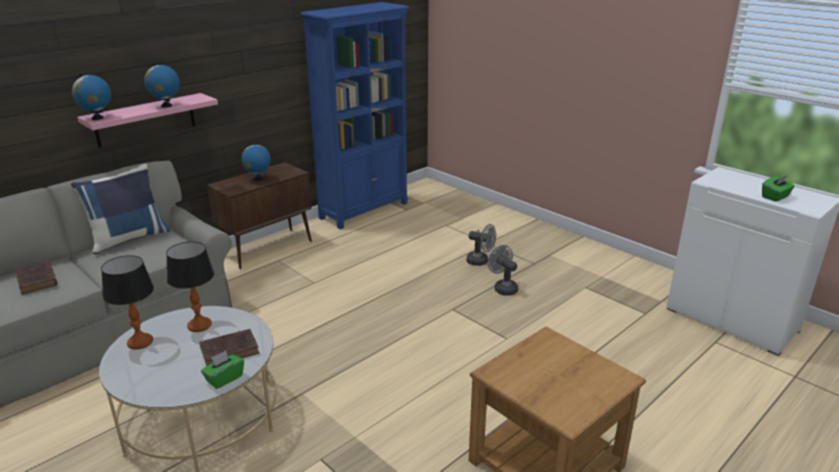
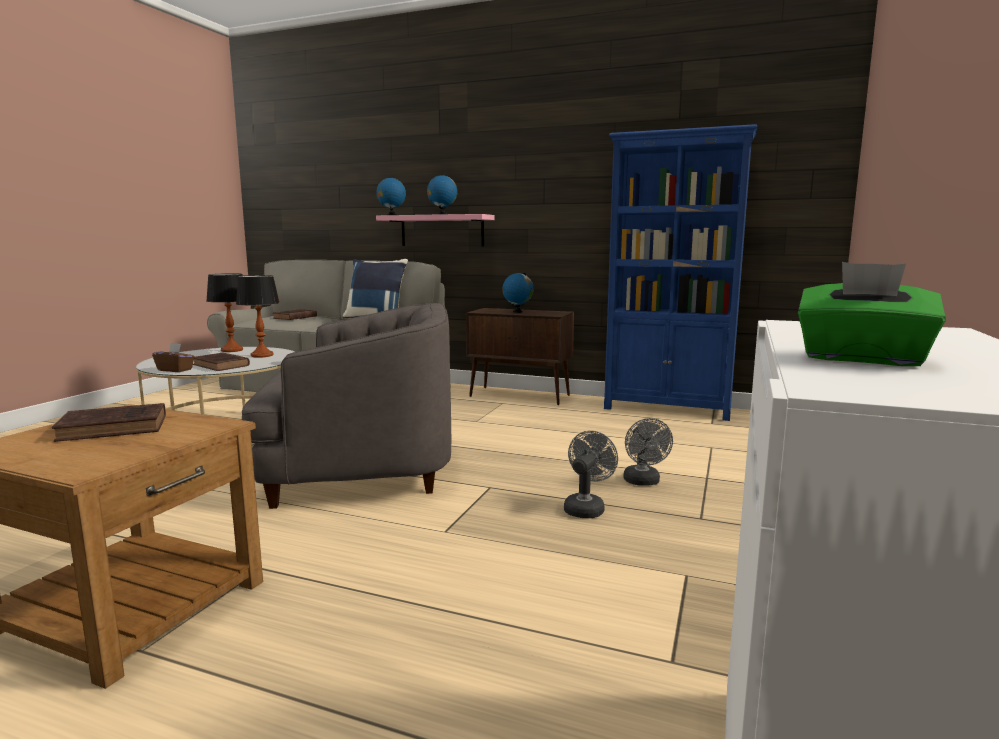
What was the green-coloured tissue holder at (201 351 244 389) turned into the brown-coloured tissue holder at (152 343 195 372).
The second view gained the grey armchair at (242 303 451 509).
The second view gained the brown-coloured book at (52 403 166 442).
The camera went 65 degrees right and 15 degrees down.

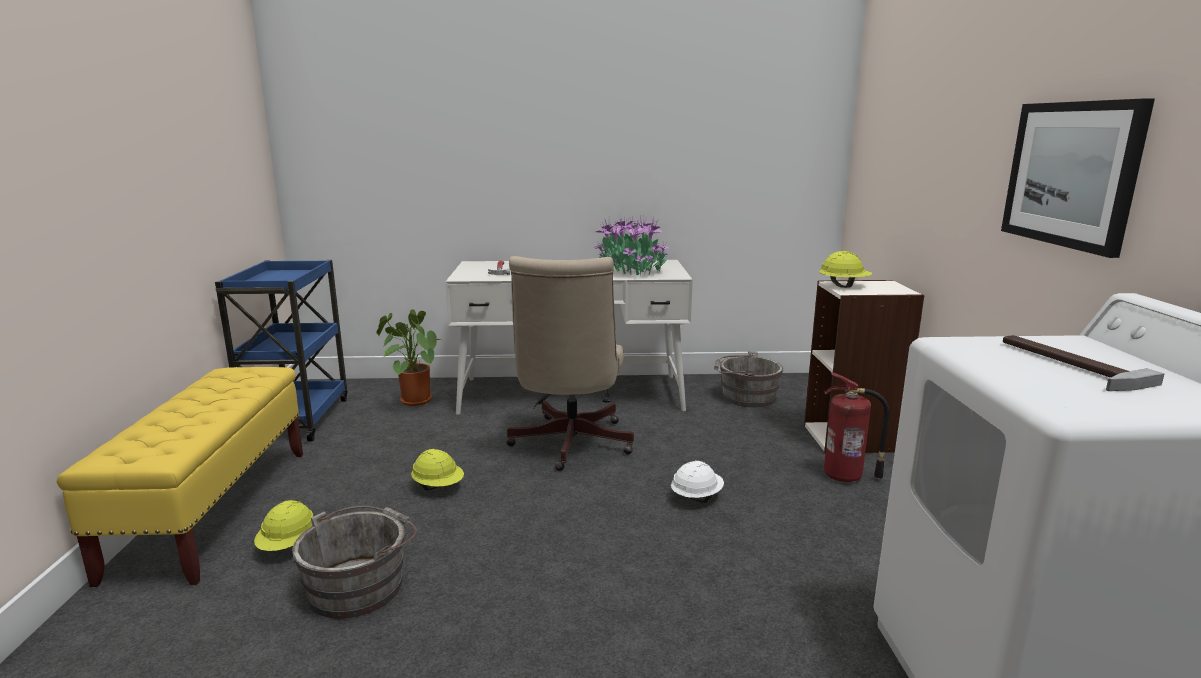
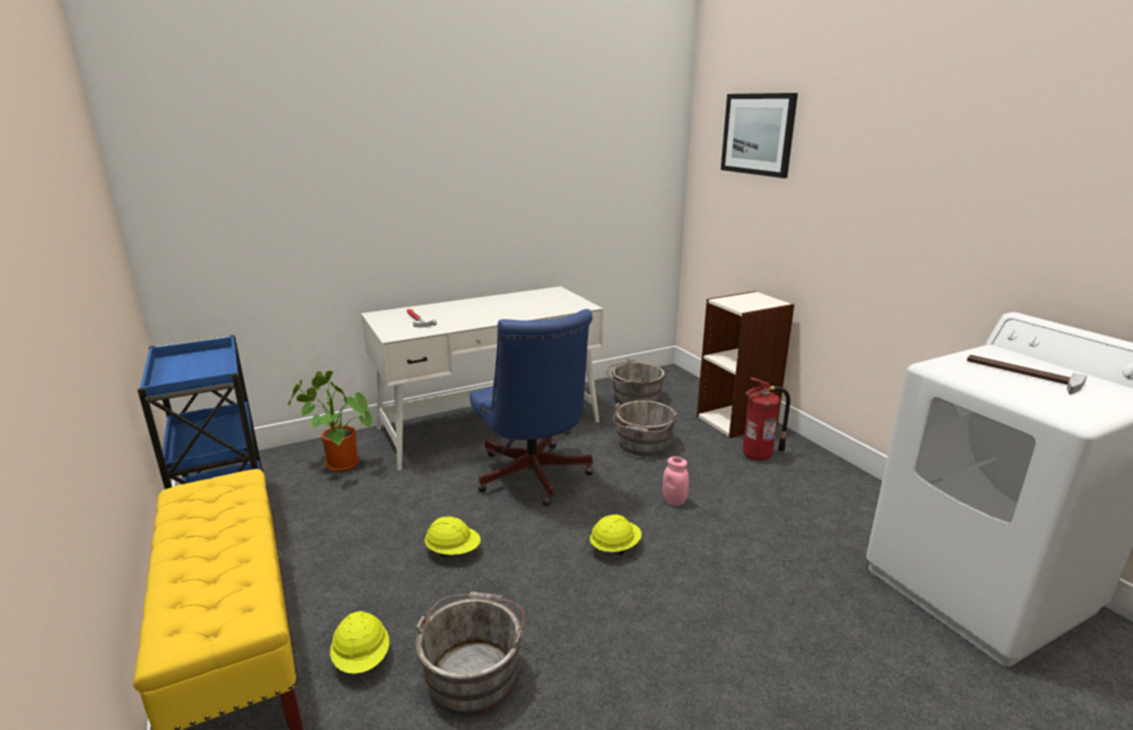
The wall art ended up elsewhere, having gone from (1001 98 1155 258) to (721 93 798 178).
The second view lost the houseplant at (594 215 669 275).
The yellow-coloured safety helmet ended up elsewhere, having gone from (819 251 872 288) to (590 514 642 555).
What was the beige office chair at (506 256 634 471) turned into the bluish office chair at (470 309 593 506).
Where the white-coloured safety helmet stood at (671 461 724 503), the pink jar came to stand at (662 456 689 506).
The second view gained the grey pail at (613 401 677 456).
The camera went 25 degrees left and 5 degrees up.

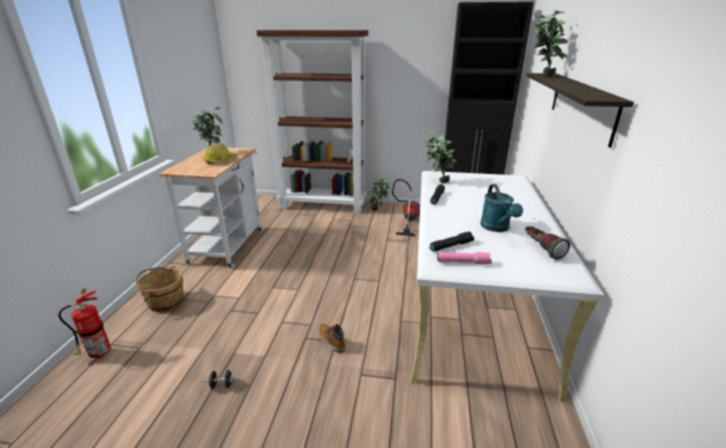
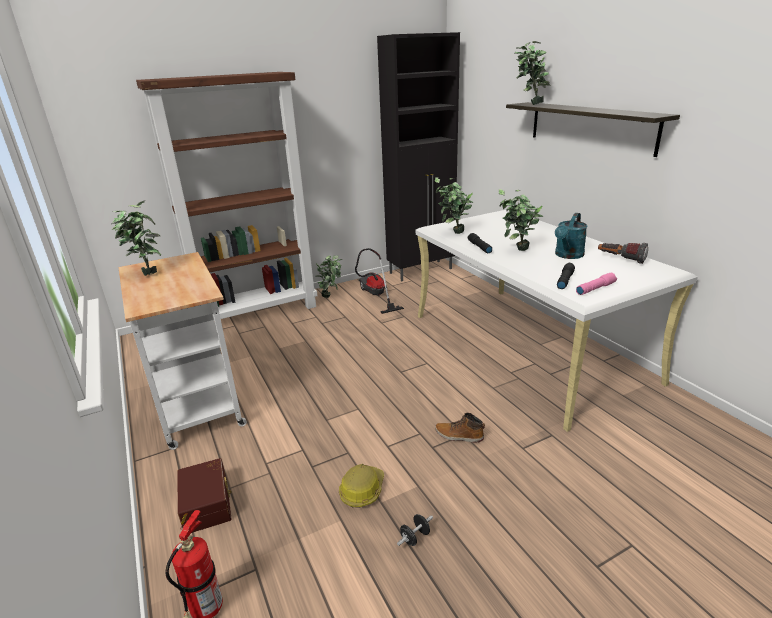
The safety helmet ended up elsewhere, having gone from (203 144 237 164) to (339 464 384 508).
The turquoise watering pot at (480 184 523 232) ended up facing another way, 75 degrees clockwise from before.
Where the brown-coloured pail stood at (135 266 184 312), the brown-coloured storage box came to stand at (177 458 232 533).
The second view gained the houseplant at (499 189 543 251).
The camera went 35 degrees left and 0 degrees up.

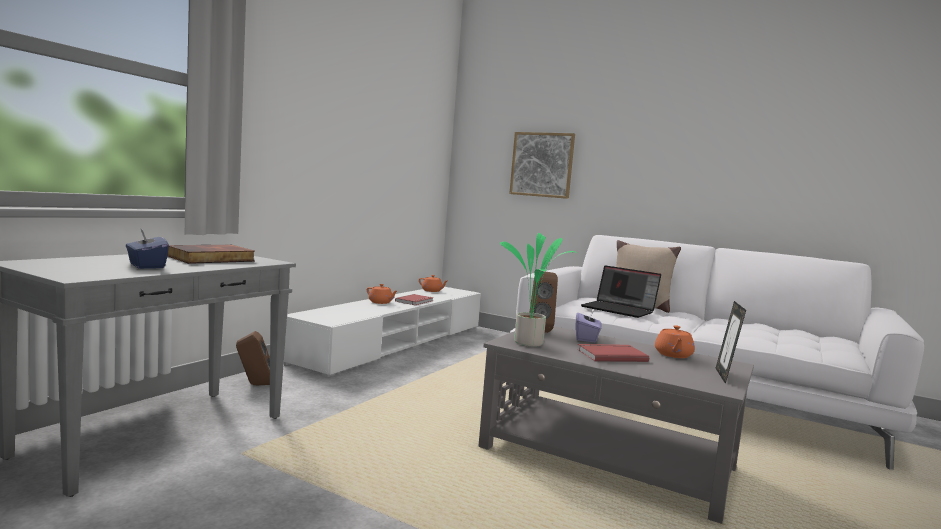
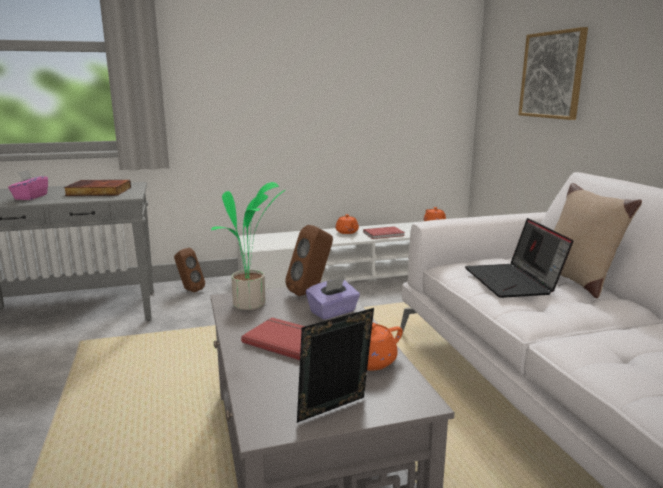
What was the bluish tissue holder at (126 228 169 269) turned into the pink tissue holder at (8 170 48 200).
The camera went 45 degrees right and 10 degrees up.

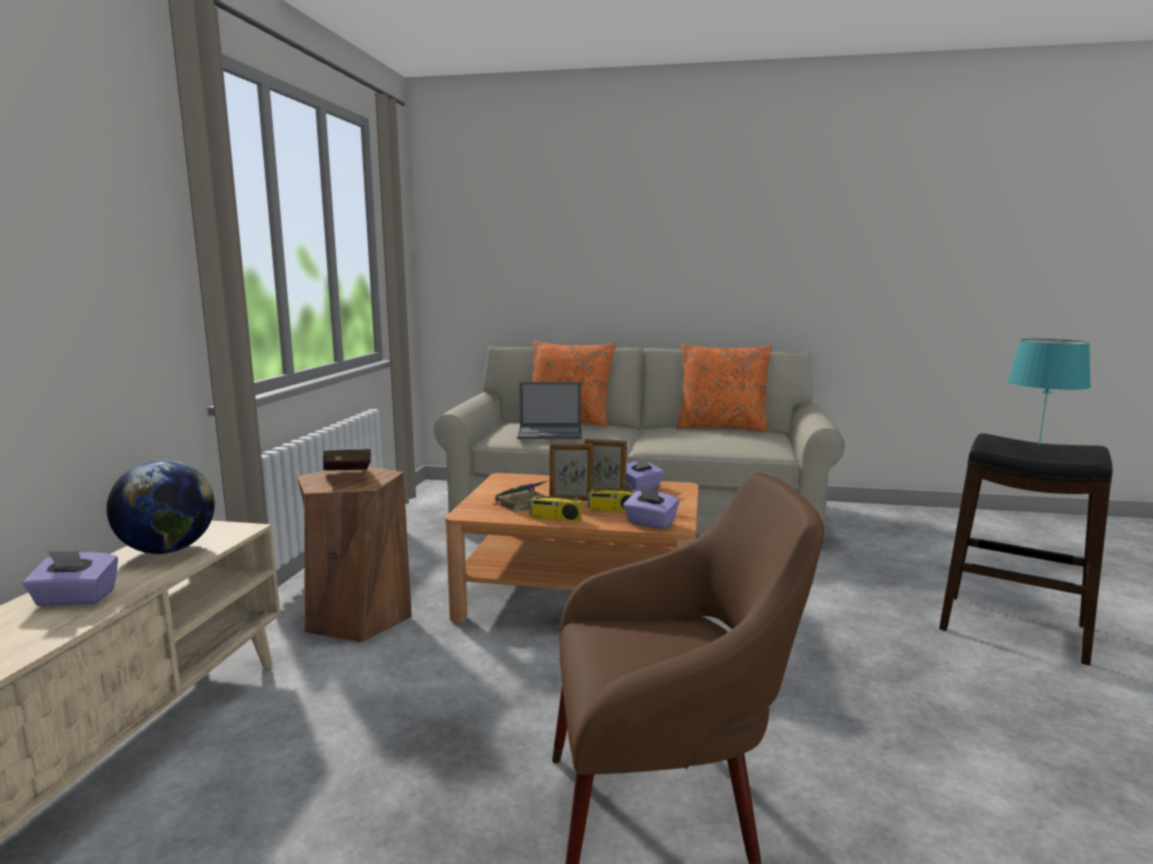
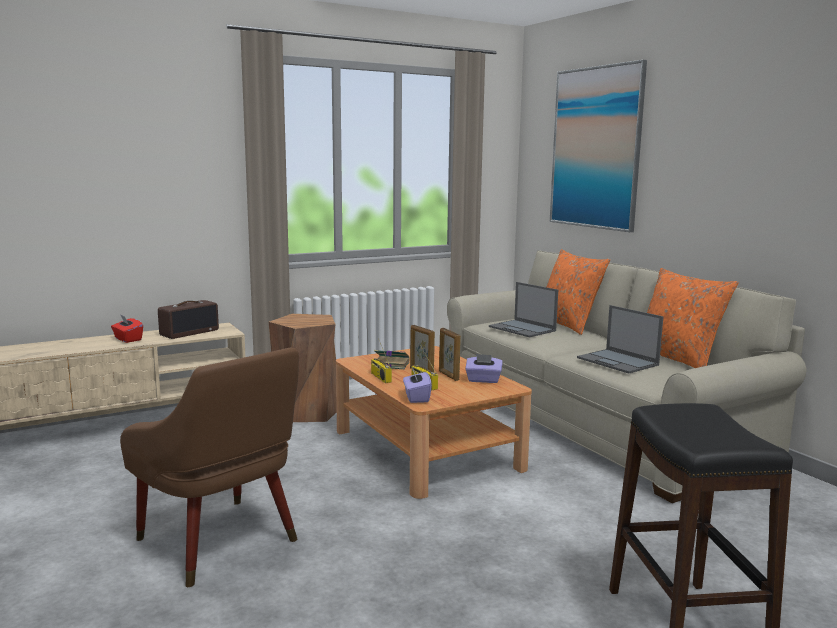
The second view lost the turquoise lamp for a table at (1008 339 1091 446).
The second view lost the red-coloured book at (323 449 371 471).
Where the world globe stood at (107 459 215 554), the radio came to stand at (158 300 219 339).
What was the purple-coloured tissue holder at (23 551 118 606) turned into the red-coloured tissue holder at (111 314 143 343).
The second view gained the wall art at (550 60 647 232).
The second view gained the notebook computer at (577 305 664 374).
The camera went 50 degrees right and 0 degrees up.

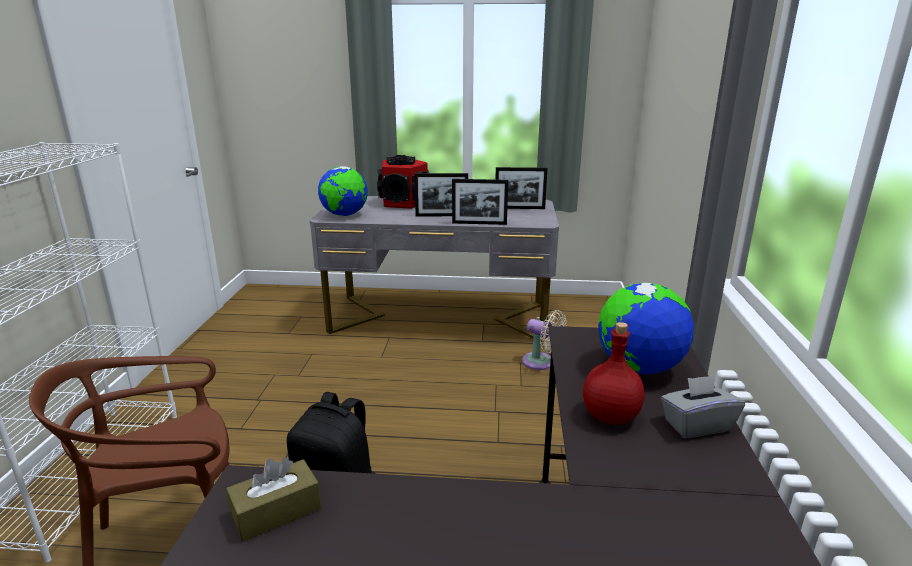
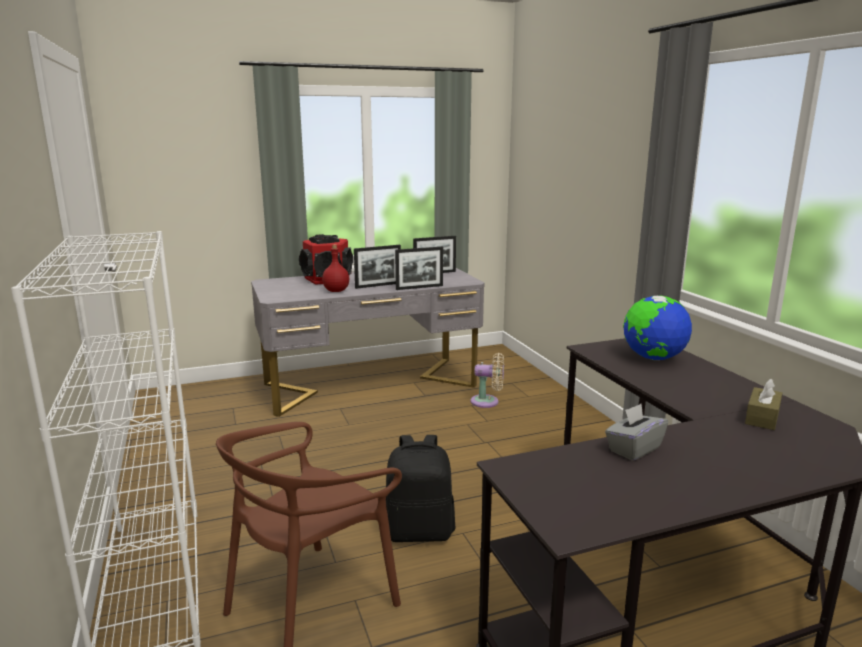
The second view lost the world globe at (318 166 368 216).
The red-coloured bottle ended up elsewhere, having gone from (583 322 644 425) to (322 244 349 292).
The grey tissue holder ended up elsewhere, having gone from (661 375 745 438) to (605 404 668 461).
The brown-coloured tissue holder ended up elsewhere, having gone from (226 457 321 542) to (745 379 782 430).
The camera went 25 degrees left and 5 degrees down.

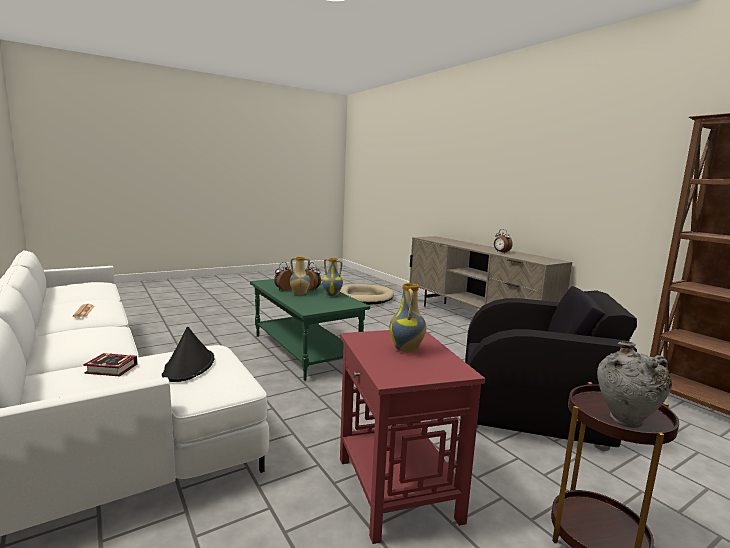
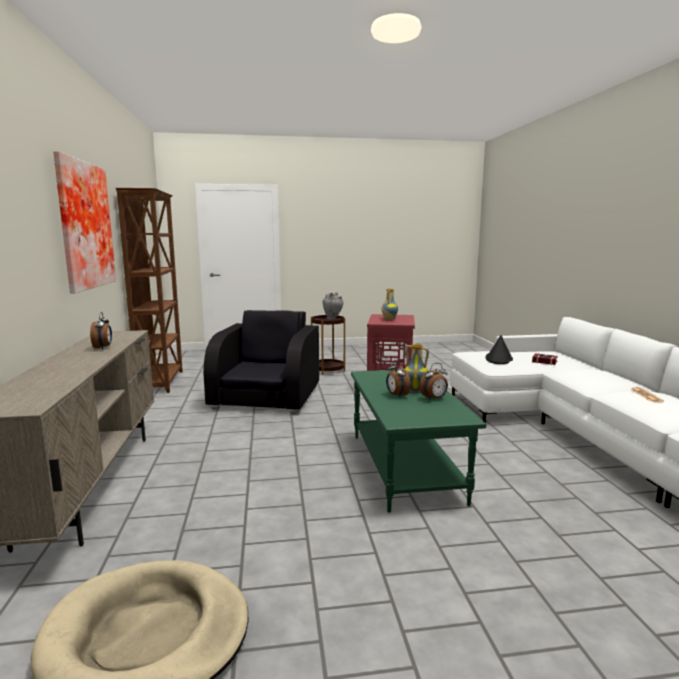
The second view lost the flower vase at (322 258 343 296).
The blackish armchair at (465 286 637 452) ended up facing another way, 60 degrees clockwise from before.
The second view gained the wall art at (53 151 116 294).
The camera went 155 degrees left and 0 degrees up.

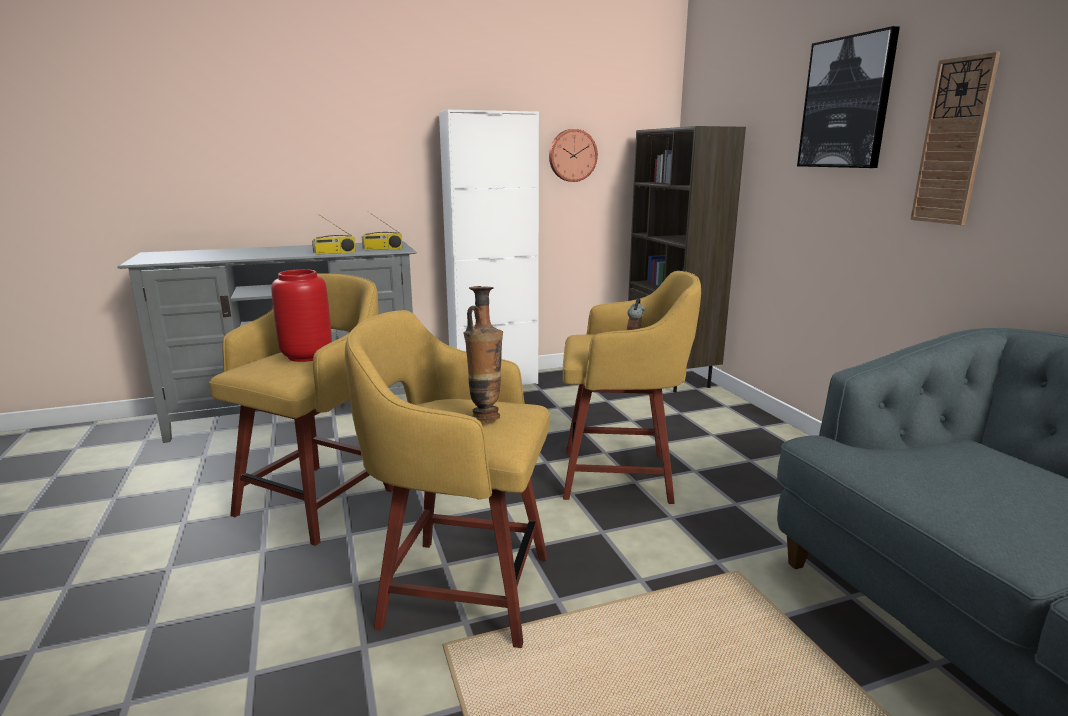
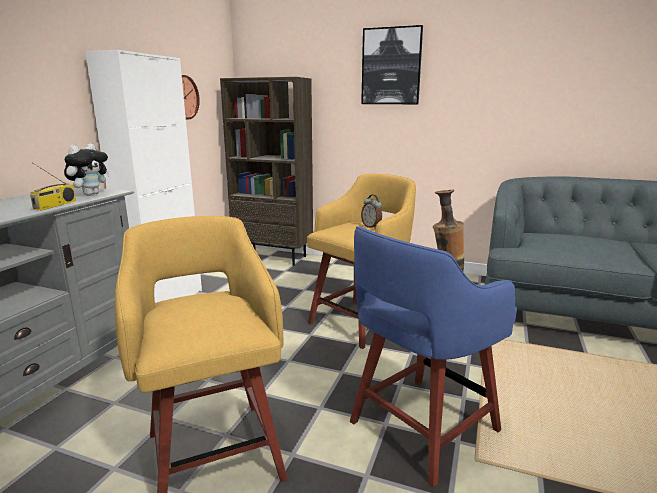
The second view lost the hanging clock at (910 52 1000 225).
Where the radio stood at (362 212 403 250), the soft toy came to stand at (64 143 109 196).
The second view lost the red-coloured flower vase at (271 269 332 362).
What was the yellow-coloured stool seat at (345 310 550 648) turned into the bluish stool seat at (350 226 517 487).
The camera went 50 degrees left and 0 degrees up.

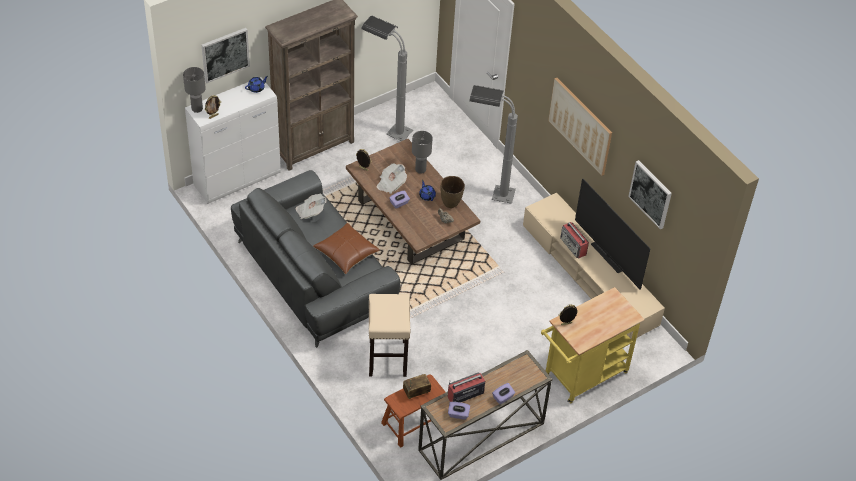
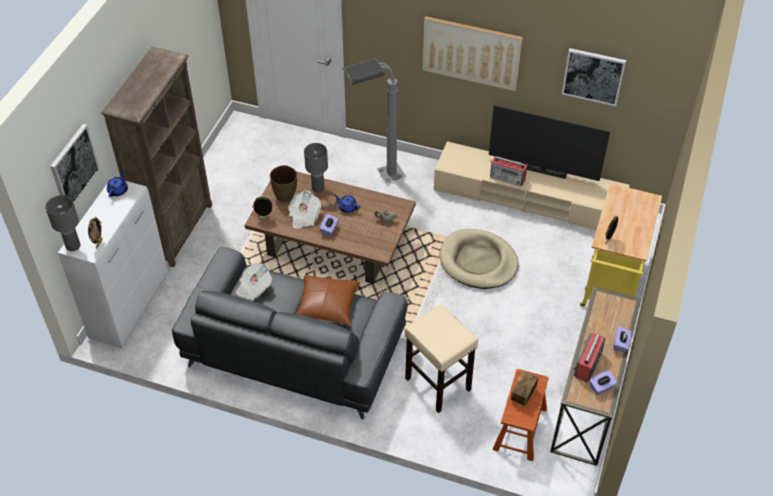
The second view lost the grey standing lamp at (361 16 413 141).
The brown-coloured flower vase ended up elsewhere, having gone from (441 176 465 208) to (270 165 297 202).
The second view gained the beige dog cushion at (440 229 519 289).
The camera went 35 degrees left and 0 degrees up.

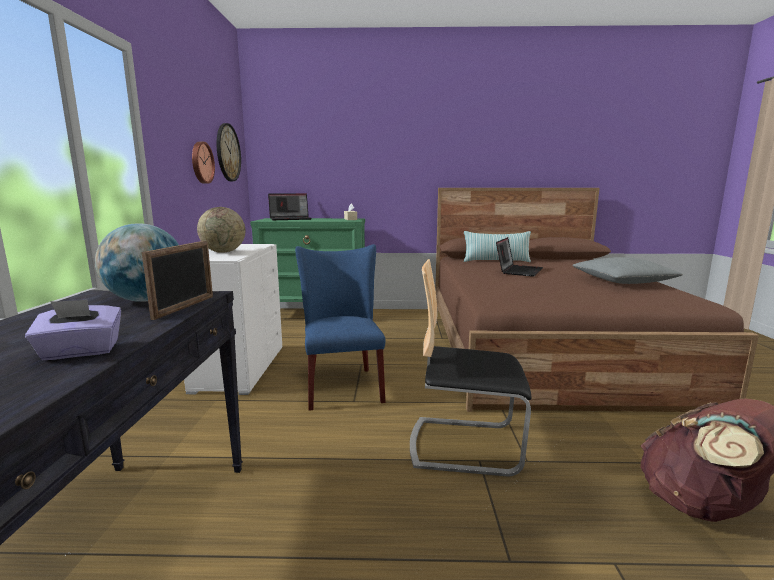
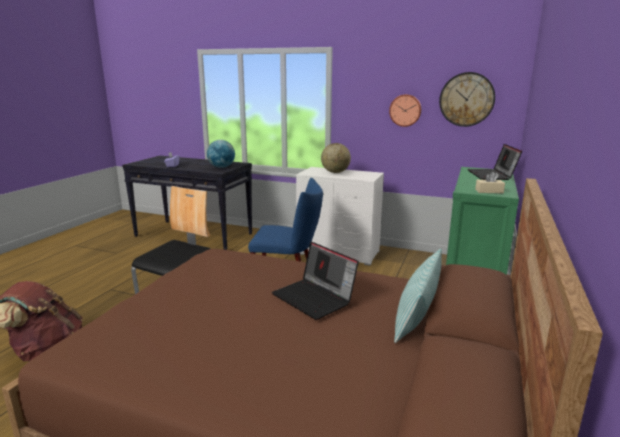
The second view lost the standing frame at (142 241 213 320).
The second view lost the grey throw pillow at (572 257 683 284).
The camera went 110 degrees right and 5 degrees up.

